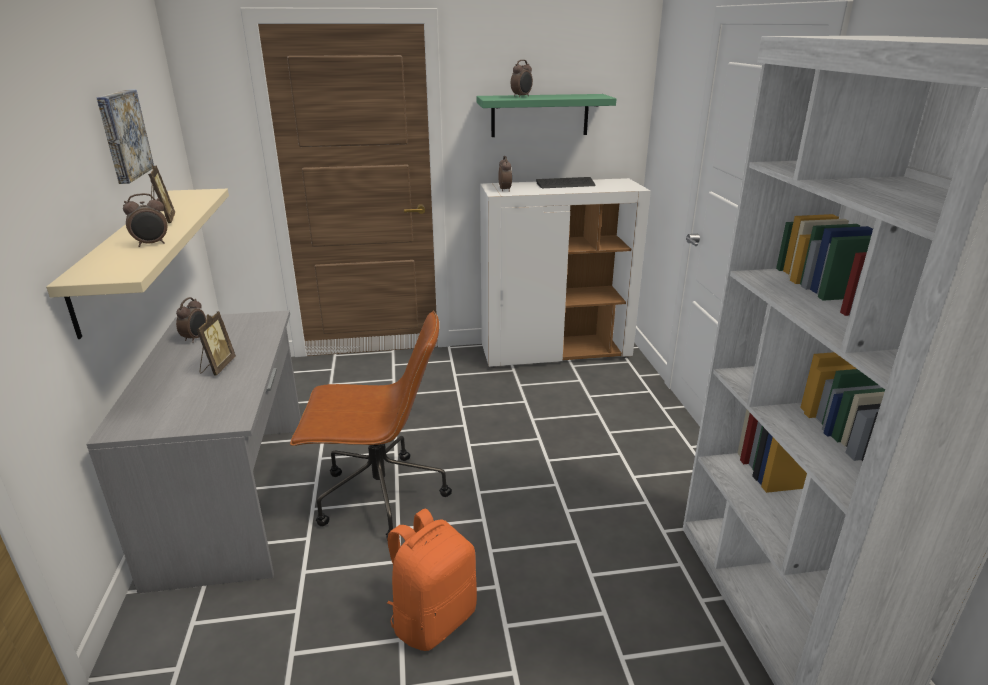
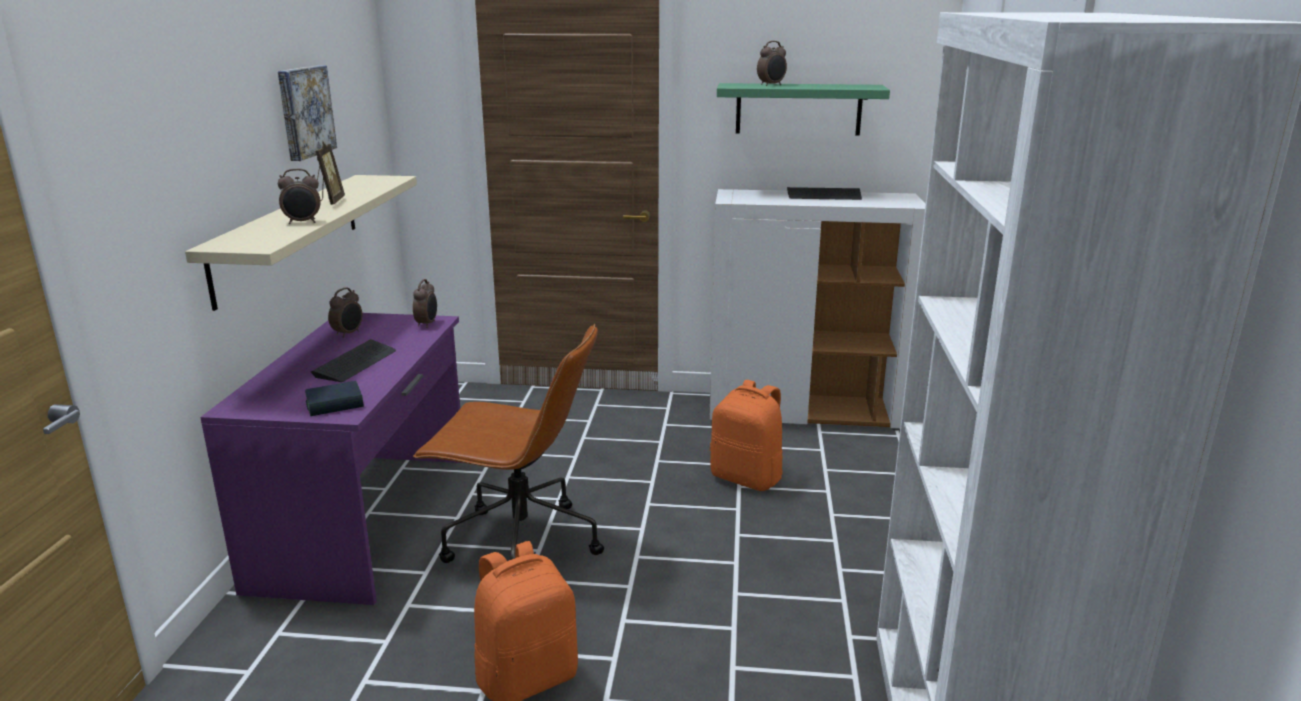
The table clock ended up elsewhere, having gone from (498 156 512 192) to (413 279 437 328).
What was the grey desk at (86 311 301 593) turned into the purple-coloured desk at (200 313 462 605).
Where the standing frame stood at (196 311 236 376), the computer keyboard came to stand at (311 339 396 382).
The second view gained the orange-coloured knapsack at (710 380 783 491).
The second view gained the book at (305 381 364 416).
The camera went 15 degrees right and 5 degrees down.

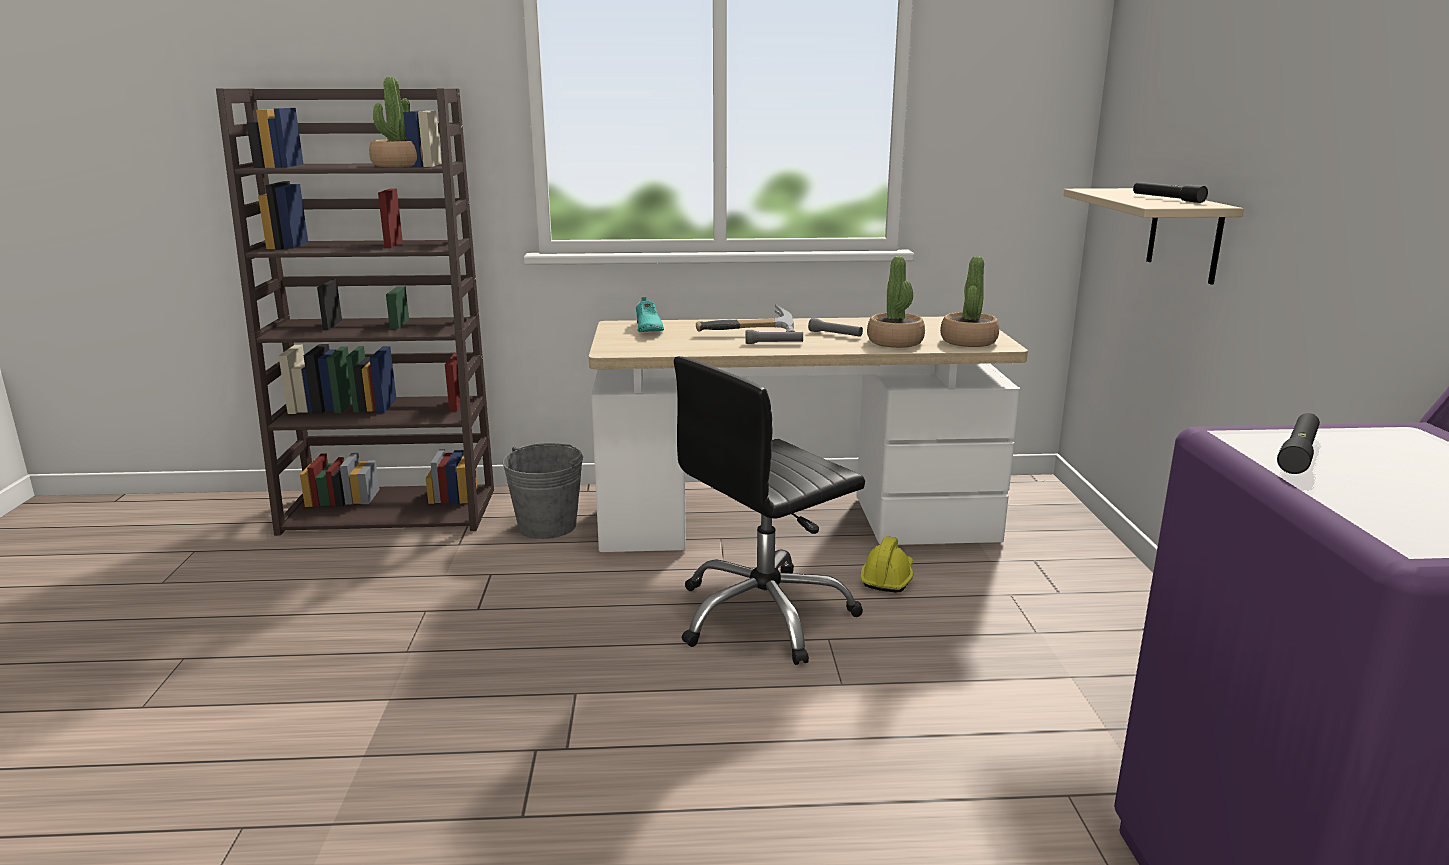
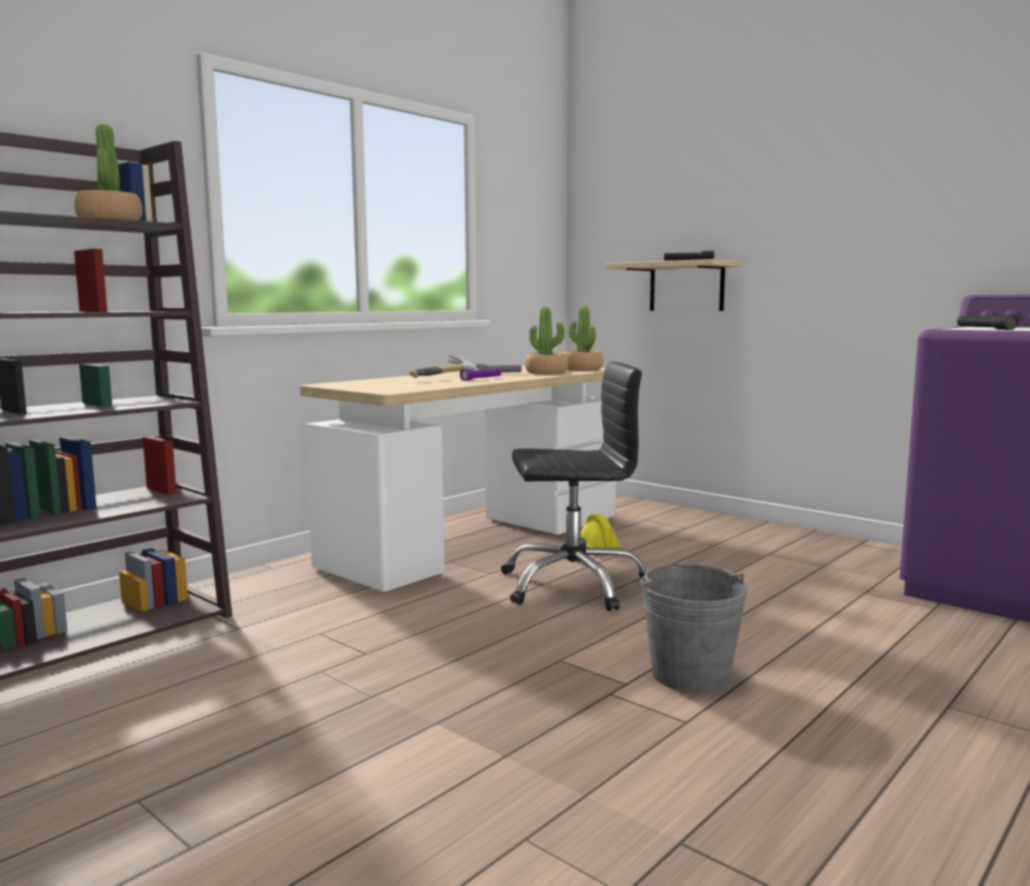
The second view lost the turquoise low shoe at (636 297 664 332).
What was the grey flashlight at (746 330 803 344) turned into the purple-coloured flashlight at (460 368 501 381).
The blackish office chair at (674 356 865 665) ended up facing another way, 105 degrees counterclockwise from before.
The grey pail ended up elsewhere, having gone from (502 443 583 539) to (641 564 748 693).
The camera went 45 degrees left and 10 degrees down.

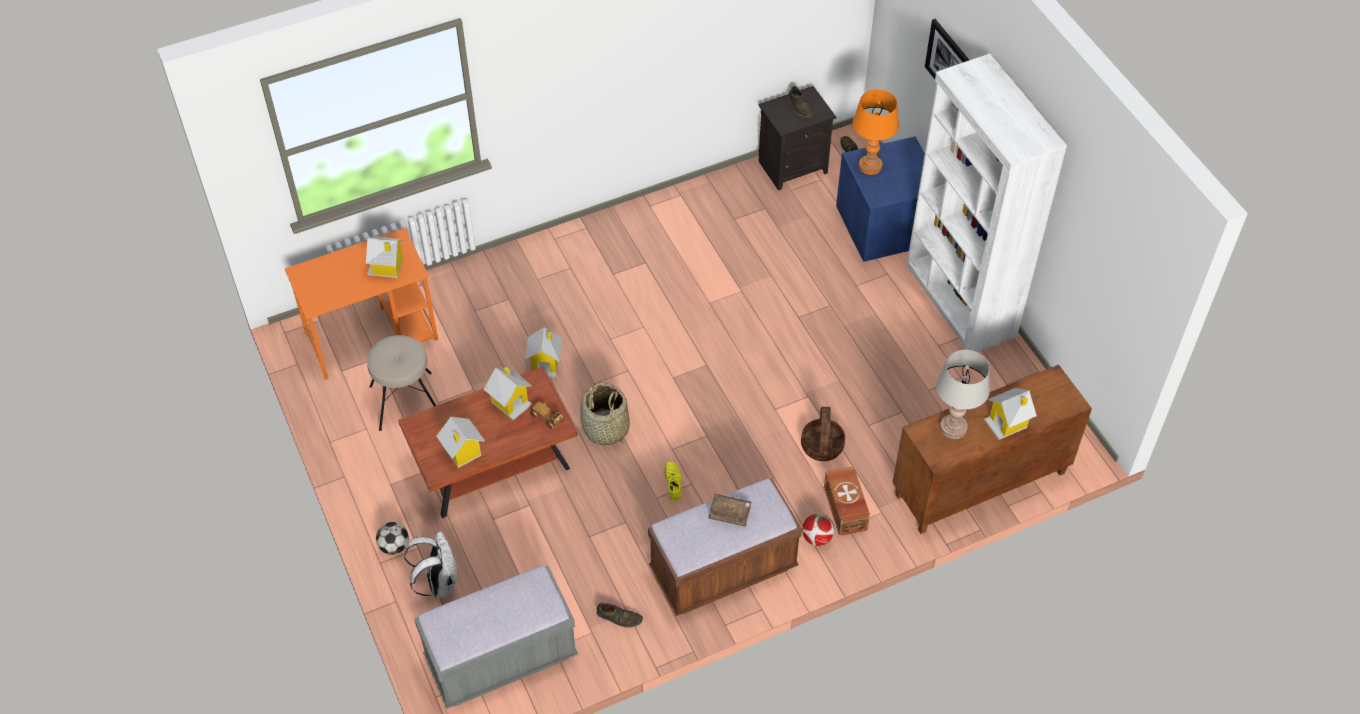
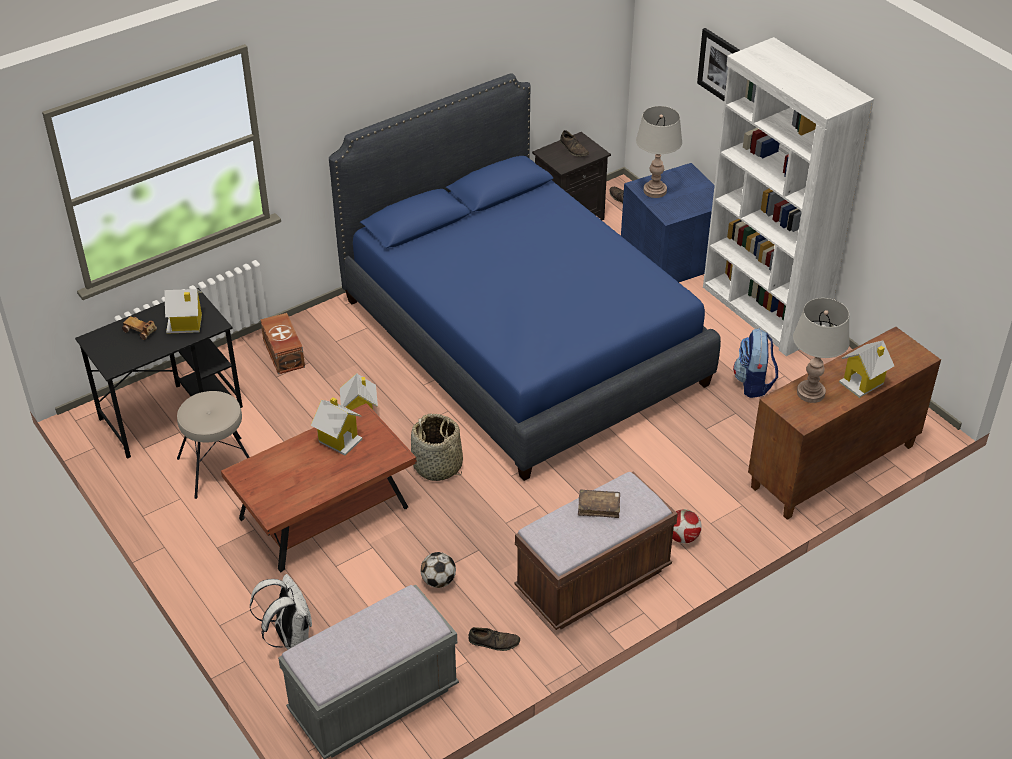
What was the orange-coloured lamp for a table at (853 89 899 175) turned into the grey lamp for a table at (636 106 682 198).
What was the orange-coloured desk at (285 228 438 380) turned into the blackish desk at (75 288 243 459).
The model car ended up elsewhere, having gone from (530 401 563 429) to (122 316 157 340).
The second view lost the basket at (801 407 845 461).
The second view lost the toy house at (436 417 485 468).
The second view lost the yellow-coloured low shoe at (665 462 682 501).
The brown-coloured storage box ended up elsewhere, having gone from (824 466 870 536) to (260 313 305 374).
The football ended up elsewhere, having gone from (376 522 409 555) to (421 552 456 588).
The second view gained the bluish bedroom bed at (329 73 721 481).
The second view gained the knapsack at (733 329 778 398).
The camera went 10 degrees left and 10 degrees down.

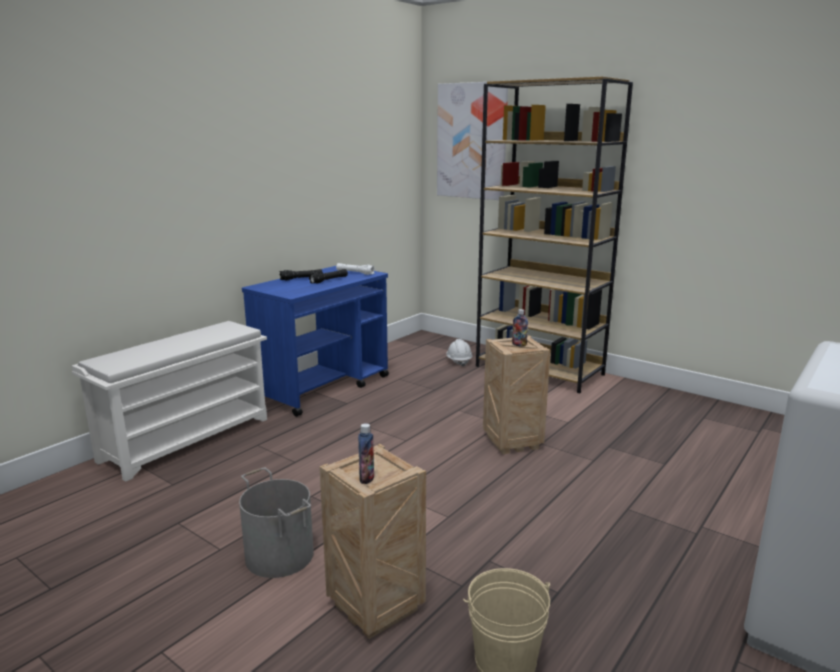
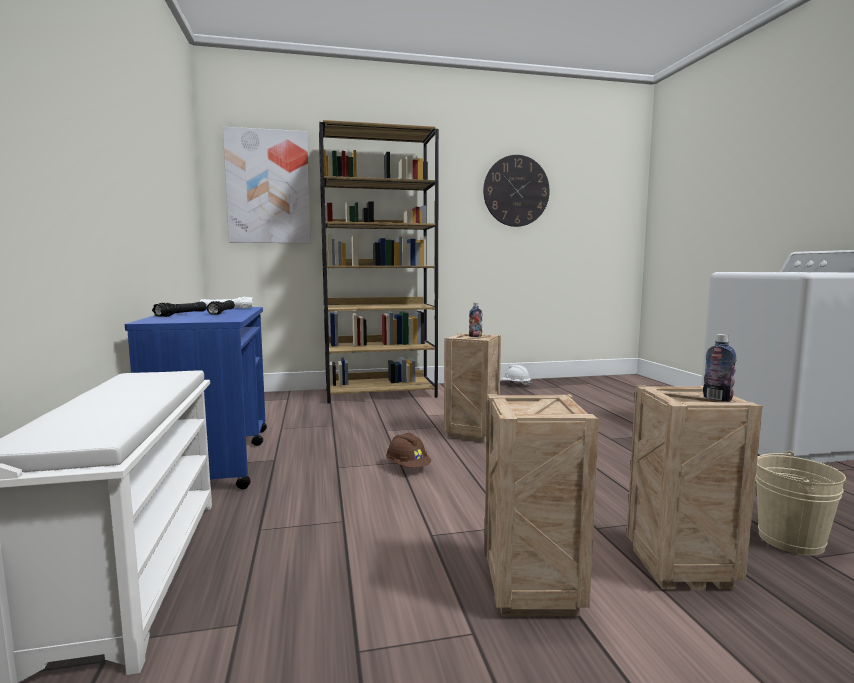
The white-coloured safety helmet ended up elsewhere, having gone from (446 339 472 367) to (501 365 531 386).
Where the grey pail stood at (239 467 314 578), the packing crate came to stand at (484 394 599 616).
The second view gained the hanging clock at (483 155 550 227).
The second view gained the brown-coloured safety helmet at (386 433 431 468).
The camera went 50 degrees left and 10 degrees down.

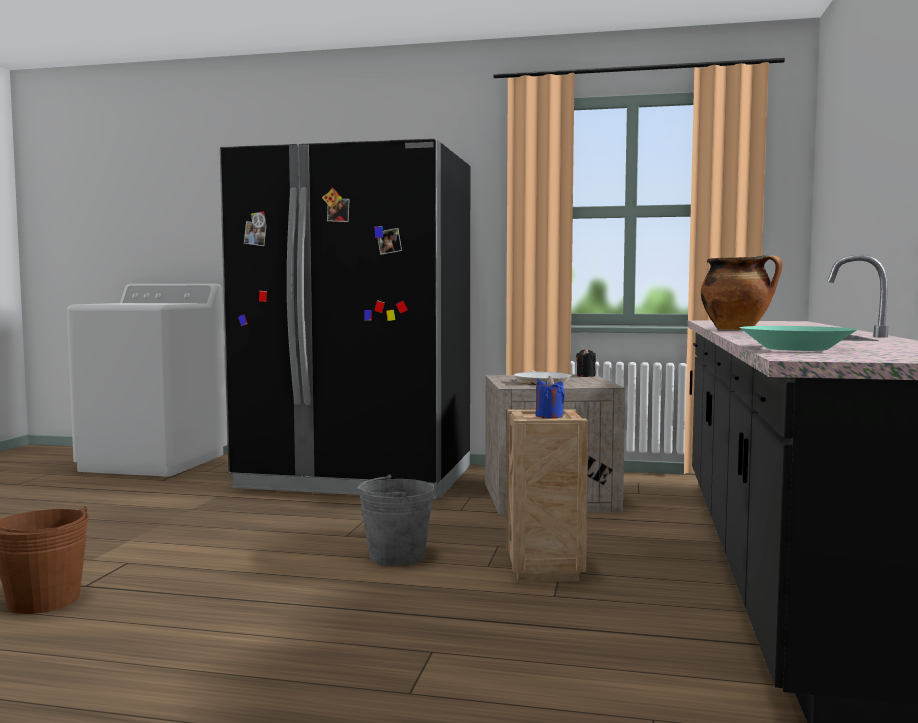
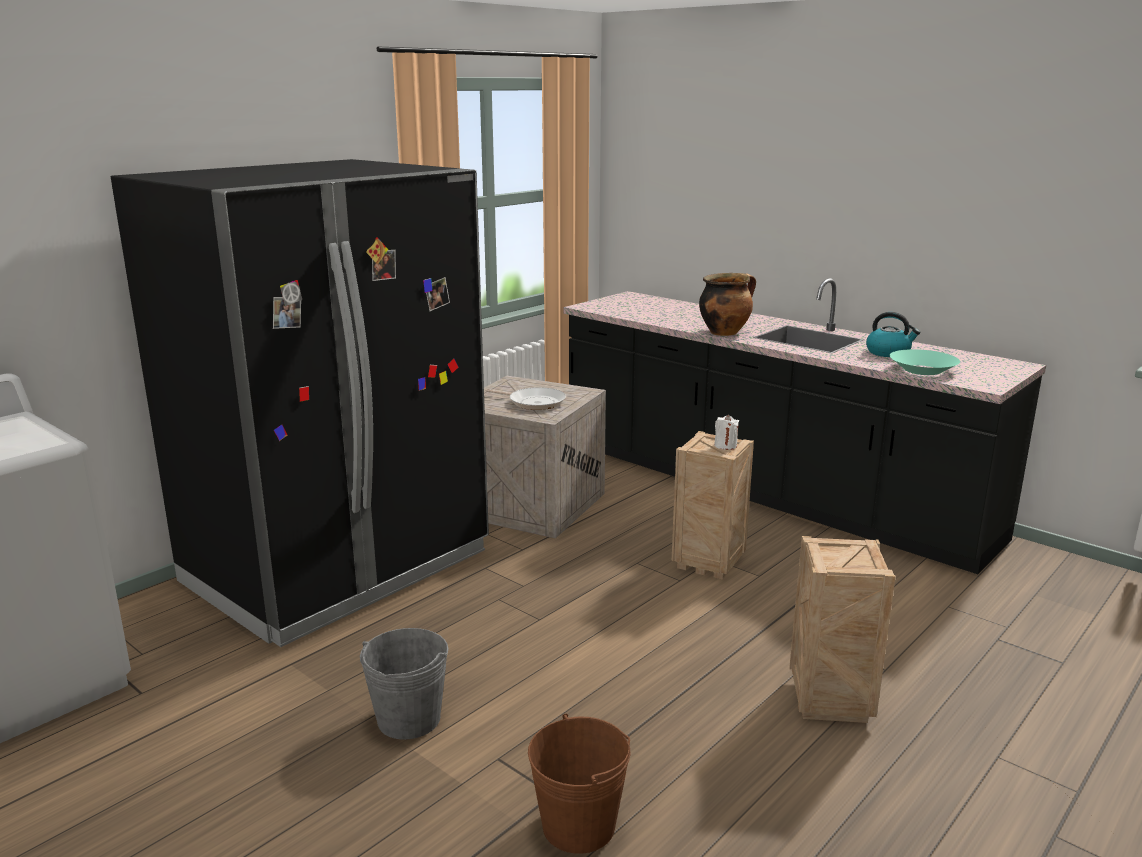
The second view lost the blackish wax light at (576 348 596 377).
What was the bluish wax light at (535 376 565 418) turned into the white-coloured wax light at (714 415 739 450).
The grey pail ended up elsewhere, having gone from (357 475 435 566) to (360 628 448 740).
The second view gained the water kettle at (866 312 920 357).
The second view gained the packing crate at (789 536 896 723).
The camera went 60 degrees left and 15 degrees up.

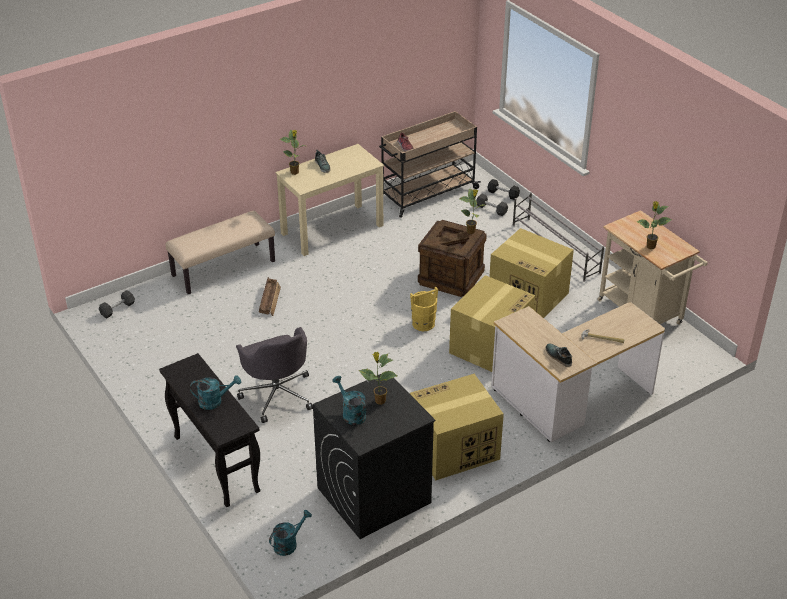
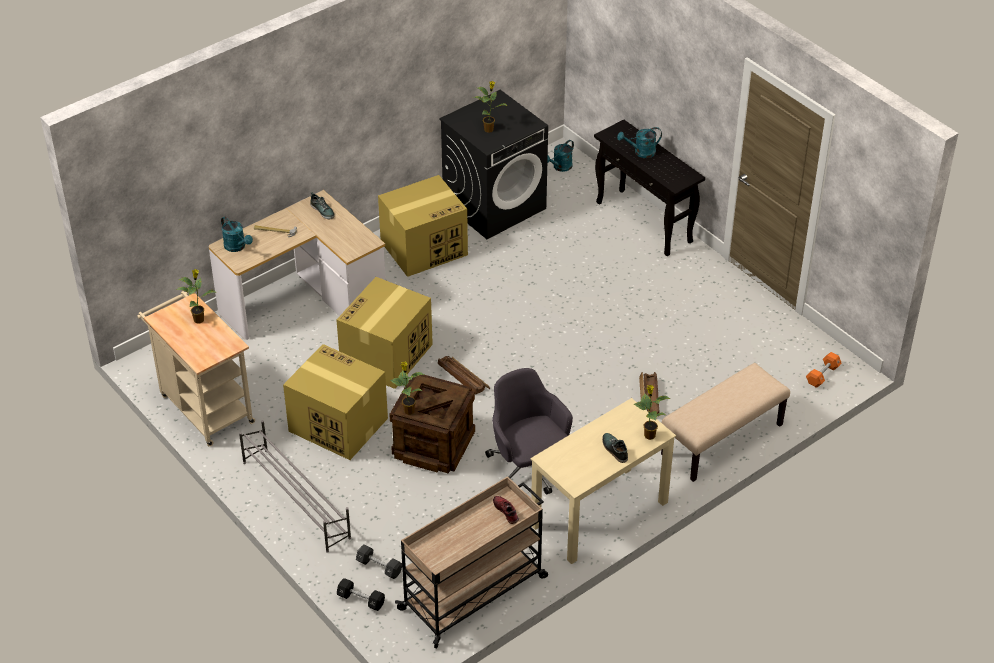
Where the yellow-coloured pail stood at (410 287 438 332), the packing crate came to stand at (438 356 490 394).
What was the blackish hand weight at (99 290 135 318) turned into the orange-coloured hand weight at (806 352 842 388).
The grey office chair ended up elsewhere, having gone from (236 327 313 423) to (485 368 573 495).
The turquoise watering pot ended up elsewhere, having gone from (333 376 366 425) to (221 217 253 252).
The camera went 175 degrees right and 5 degrees up.

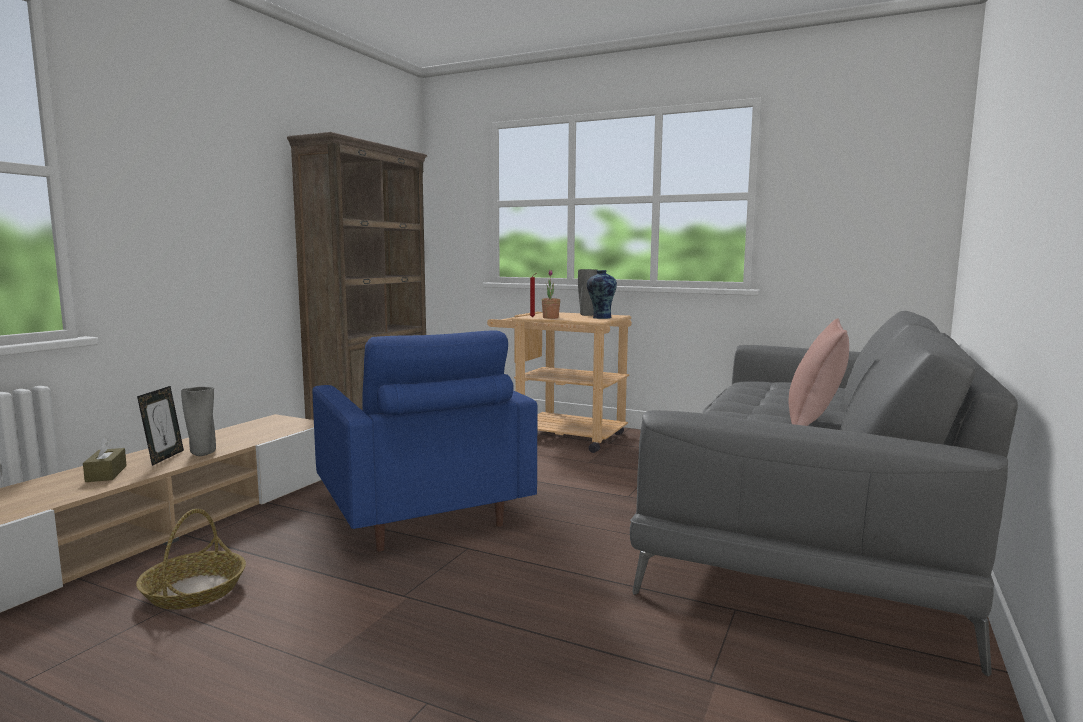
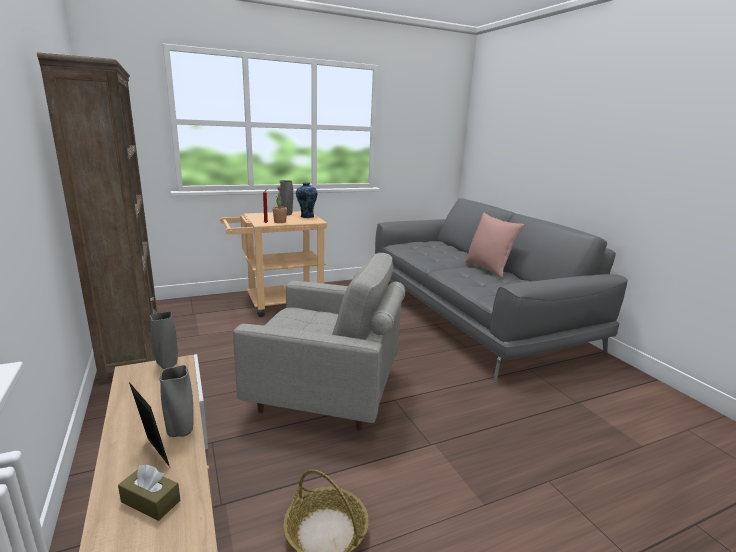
What was the bluish armchair at (312 330 537 551) turned into the grey armchair at (233 253 405 431).
The second view gained the grey flower vase at (150 311 178 369).
The camera went 50 degrees left and 10 degrees up.

